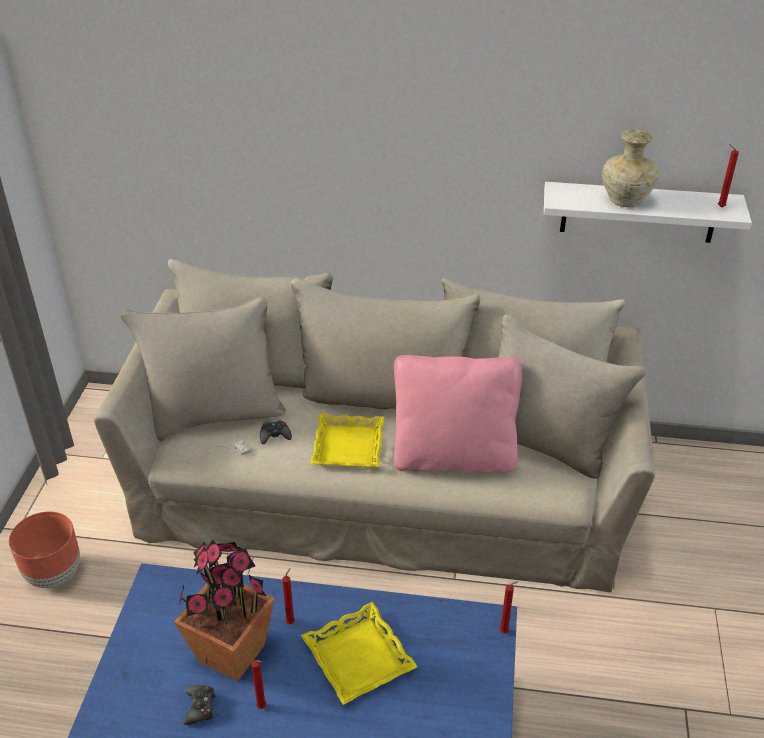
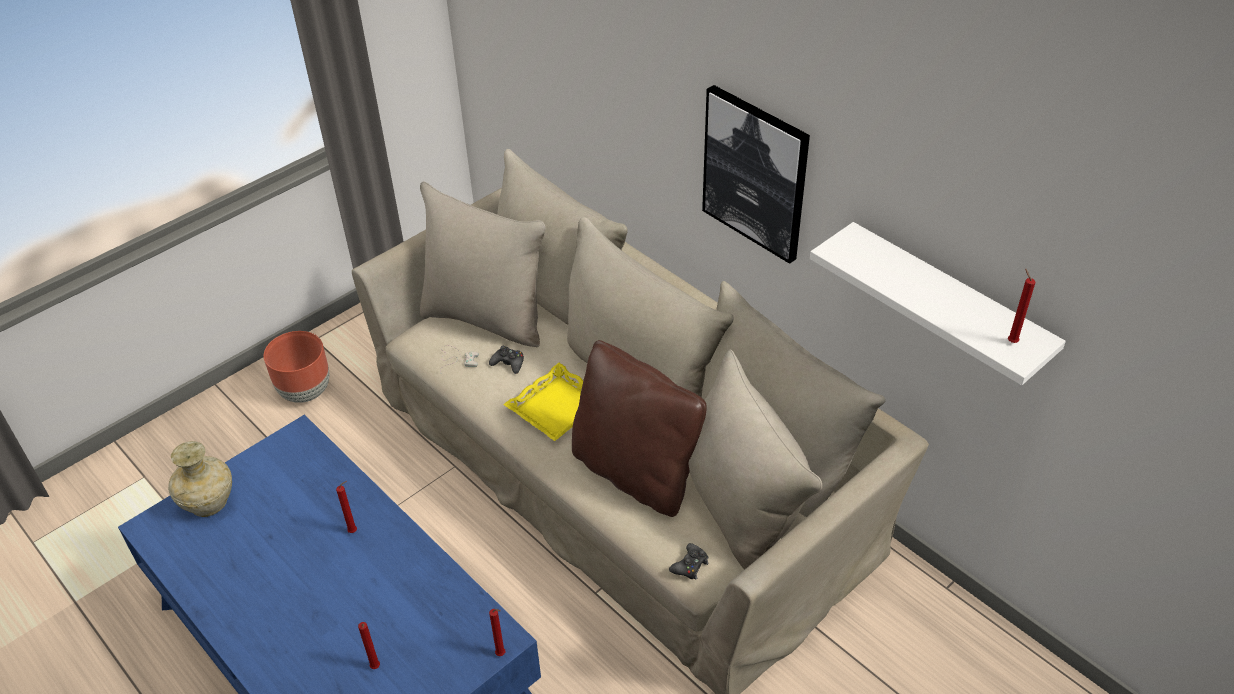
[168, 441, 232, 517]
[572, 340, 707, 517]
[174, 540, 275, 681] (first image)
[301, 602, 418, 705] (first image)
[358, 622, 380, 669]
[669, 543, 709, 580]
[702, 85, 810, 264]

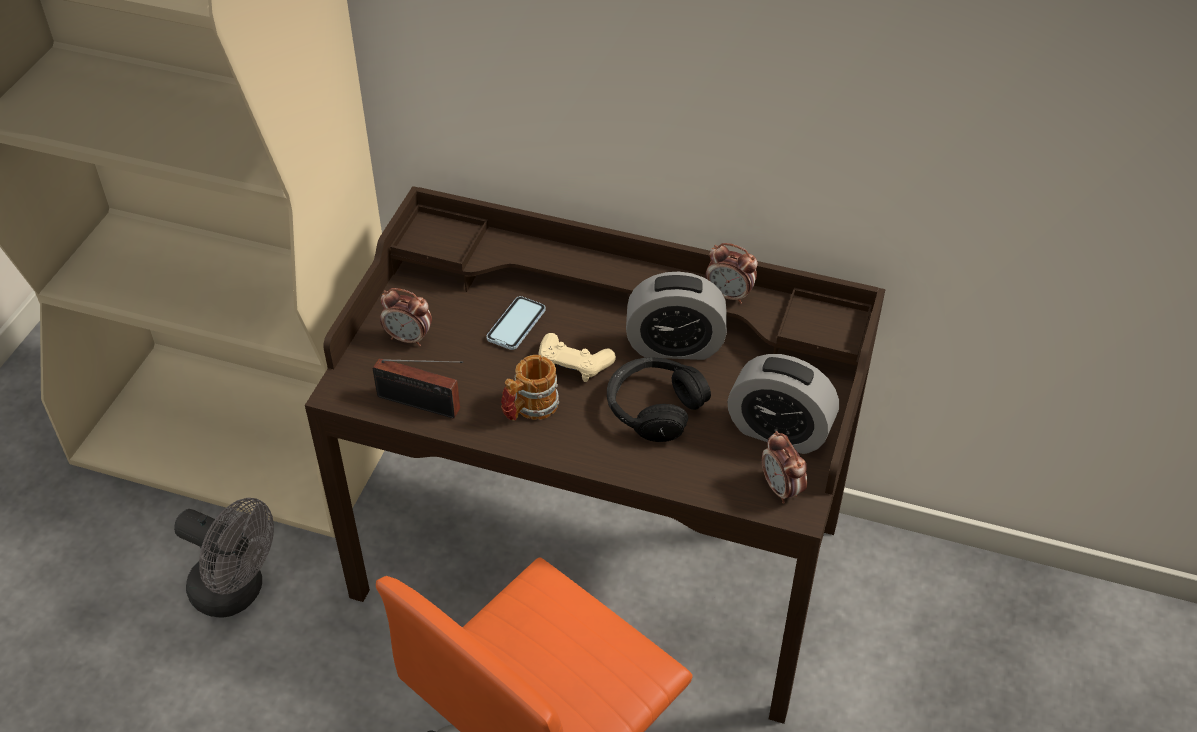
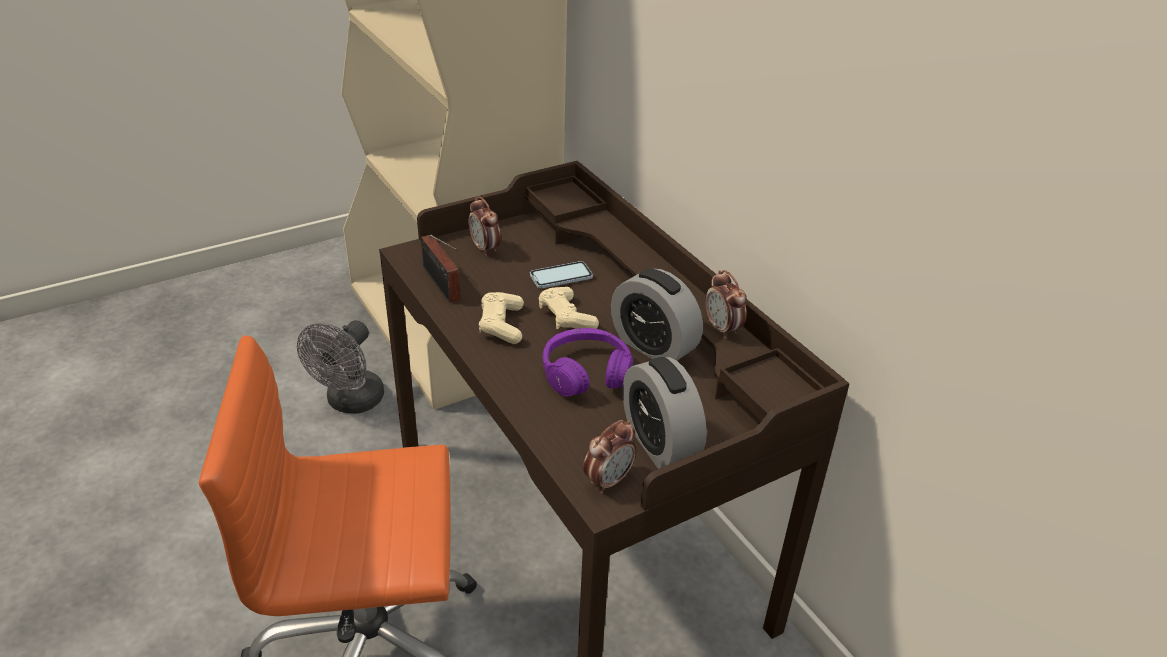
[479, 292, 524, 344]
[542, 328, 633, 397]
[583, 420, 636, 494]
[297, 320, 384, 414]

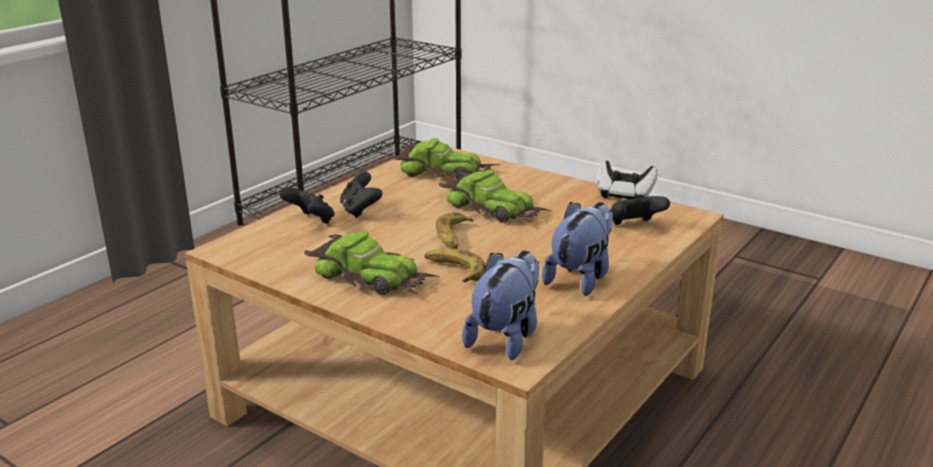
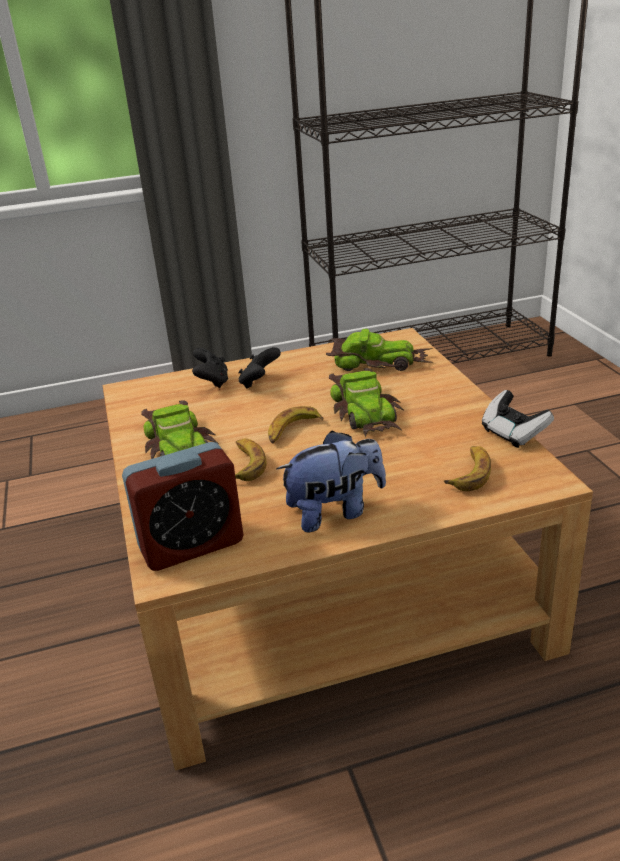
[326, 329, 433, 371]
[444, 446, 491, 491]
[122, 442, 243, 571]

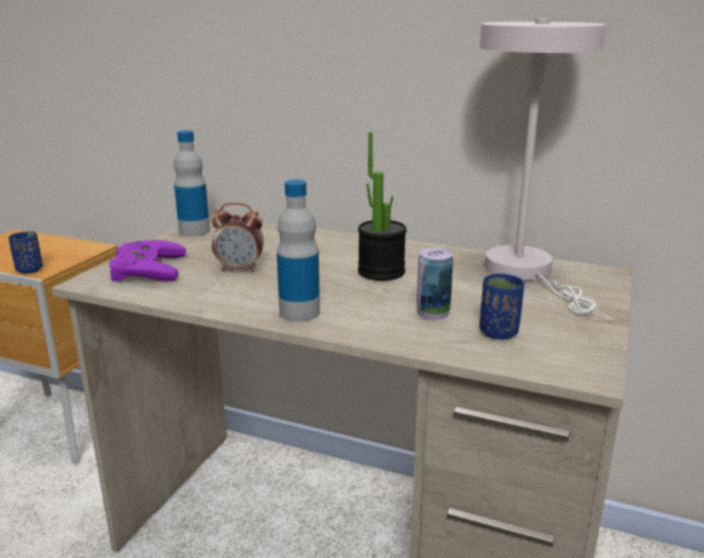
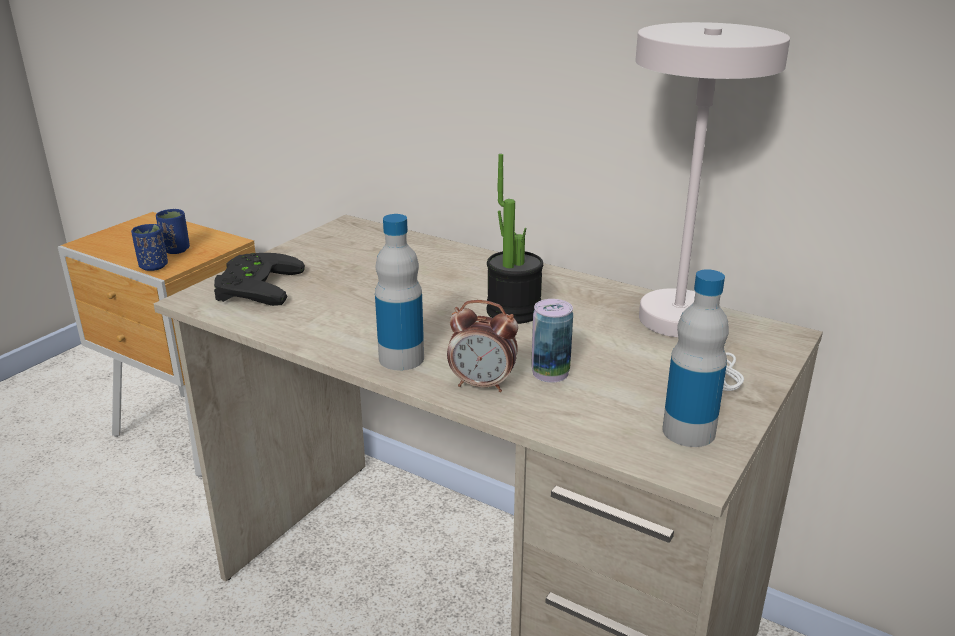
[662, 269, 729, 447]
[447, 300, 518, 392]
[214, 253, 305, 306]
[156, 209, 190, 254]

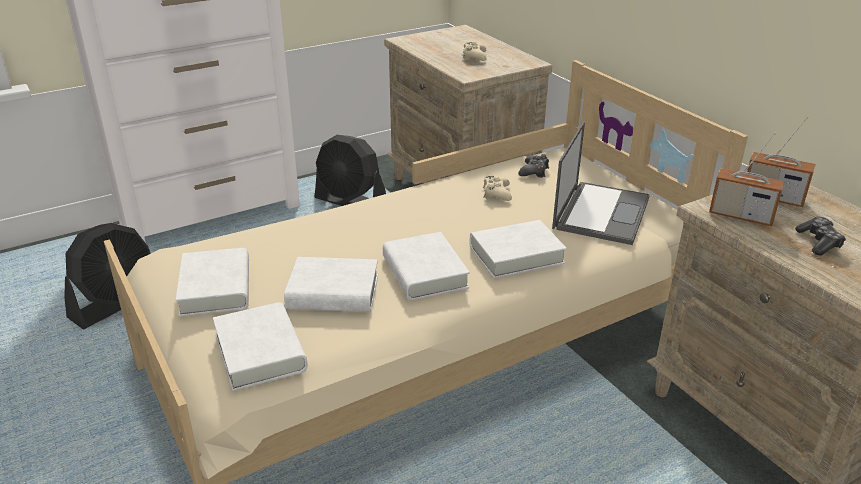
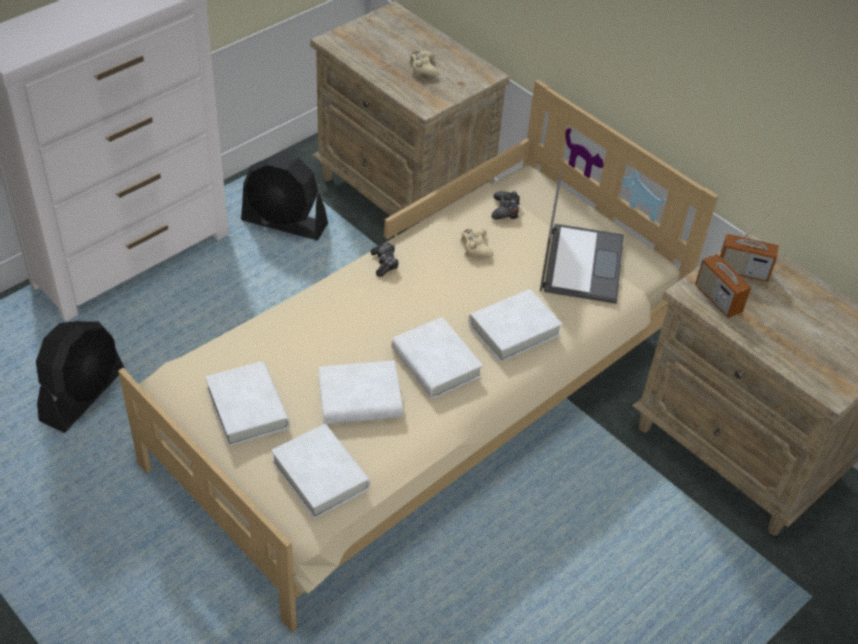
[695, 245, 753, 318]
[370, 242, 399, 277]

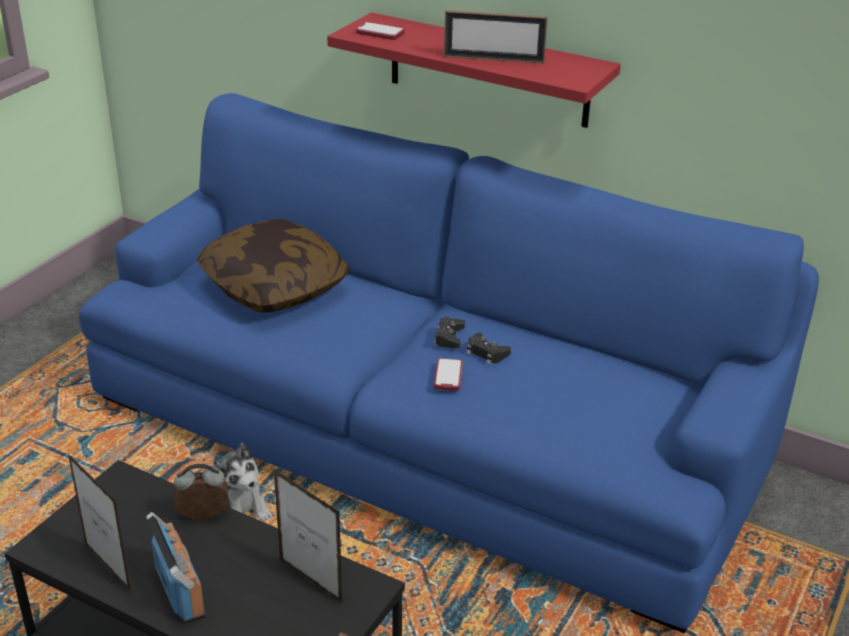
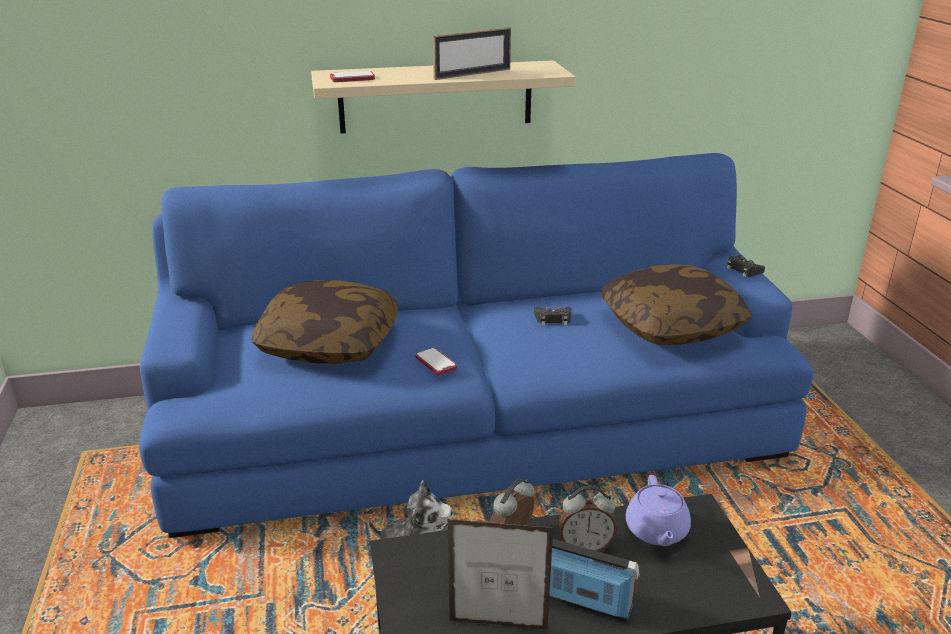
[311, 60, 575, 133]
[727, 255, 765, 277]
[415, 348, 457, 375]
[626, 475, 691, 546]
[600, 264, 752, 345]
[558, 486, 617, 552]

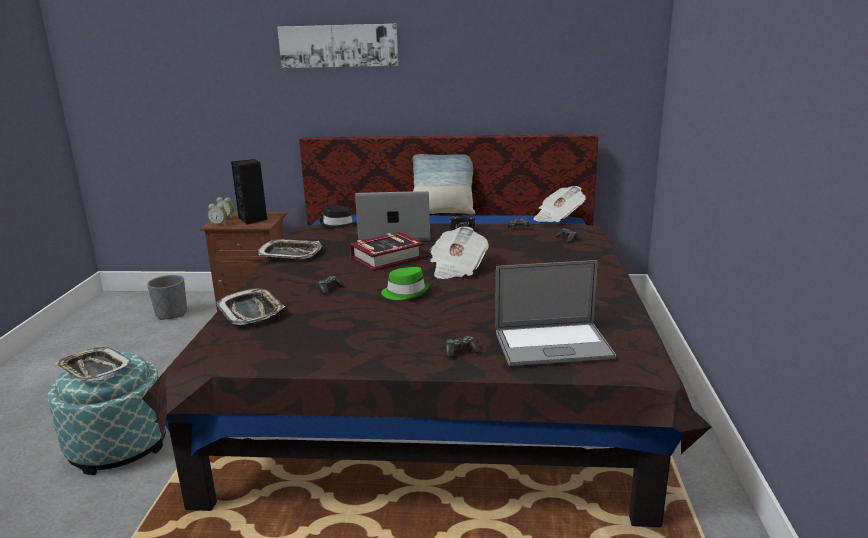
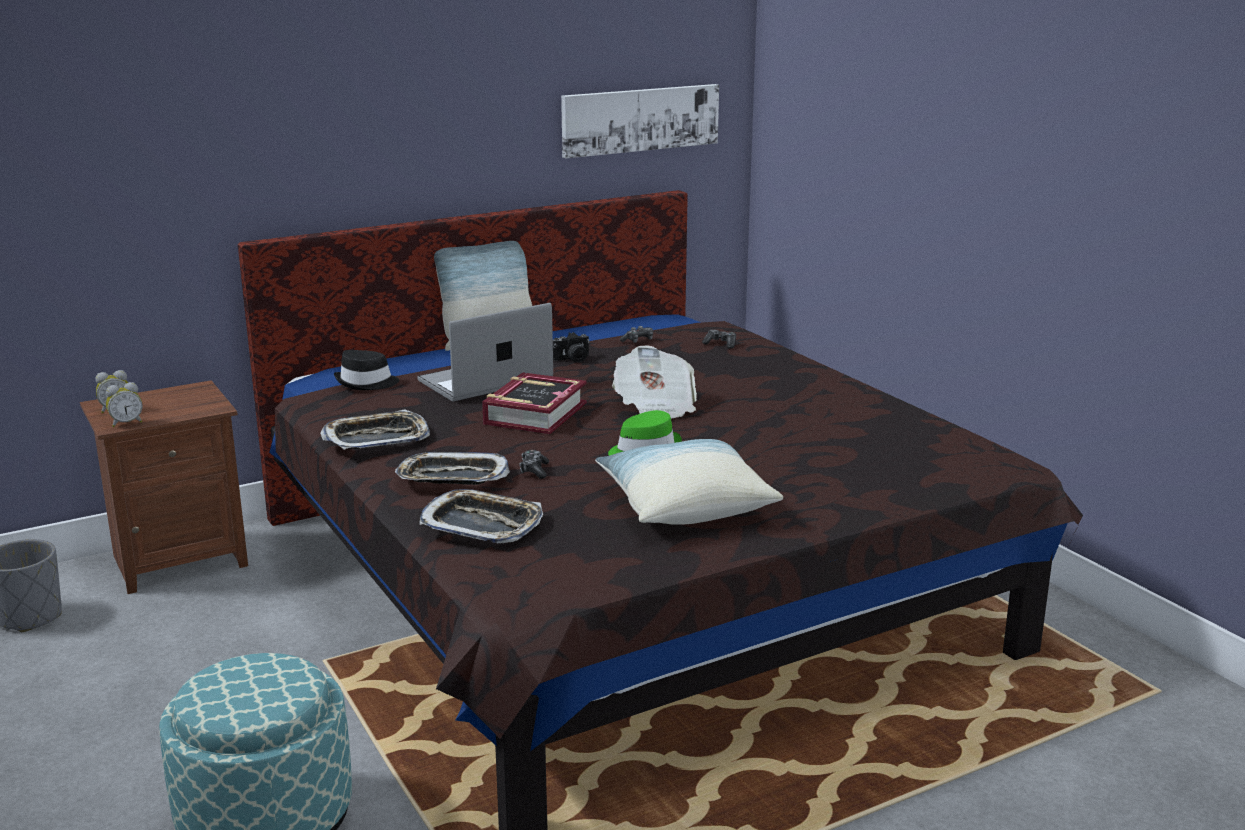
[561, 84, 719, 158]
[231, 159, 267, 225] (first image)
[533, 186, 586, 222] (first image)
[495, 260, 616, 366] (first image)
[445, 336, 480, 358] (first image)
[395, 452, 510, 485]
[595, 439, 783, 525]

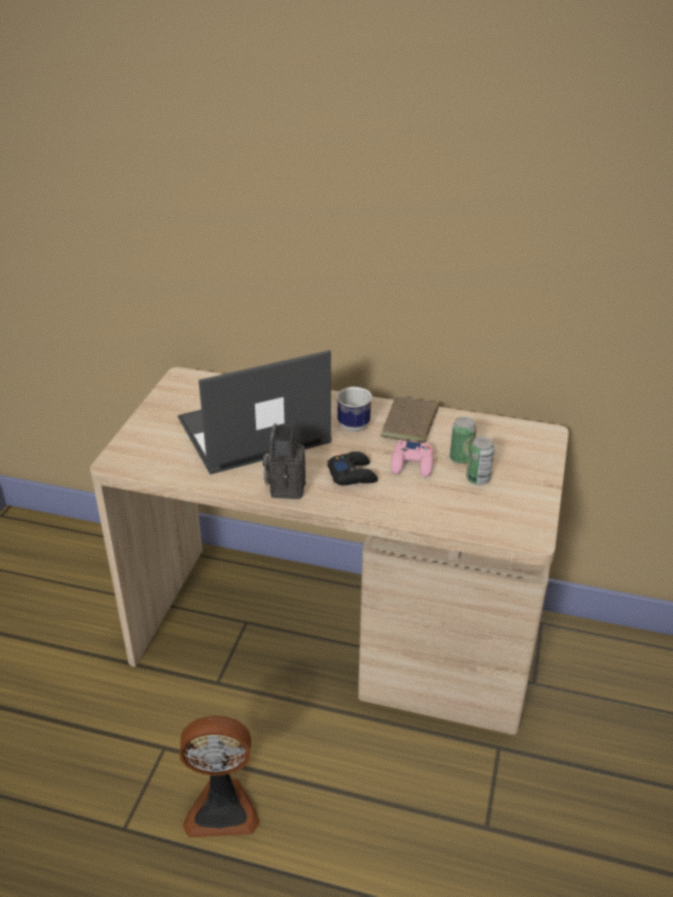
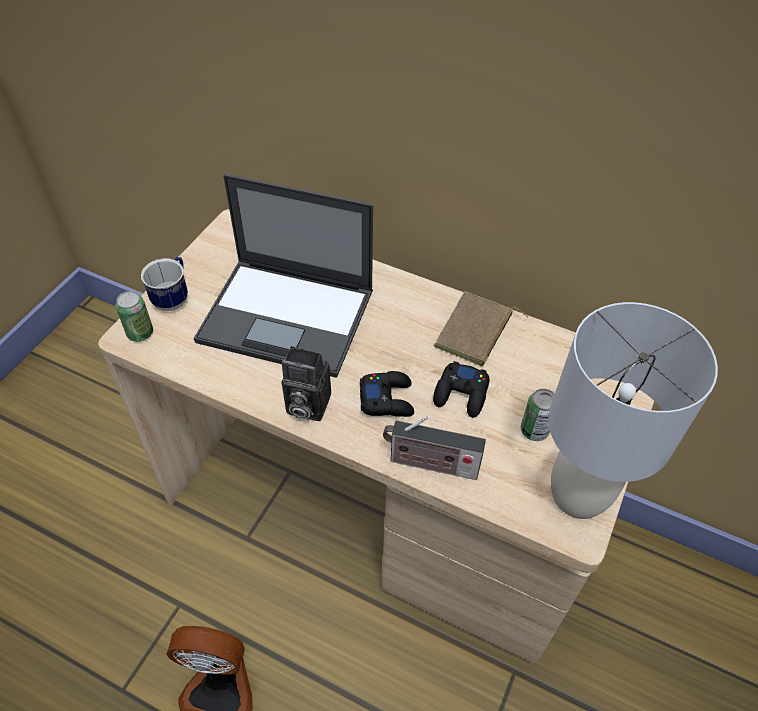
[193, 174, 373, 378]
[141, 257, 188, 311]
[116, 291, 153, 342]
[282, 346, 331, 421]
[433, 361, 489, 418]
[548, 302, 718, 519]
[383, 416, 486, 480]

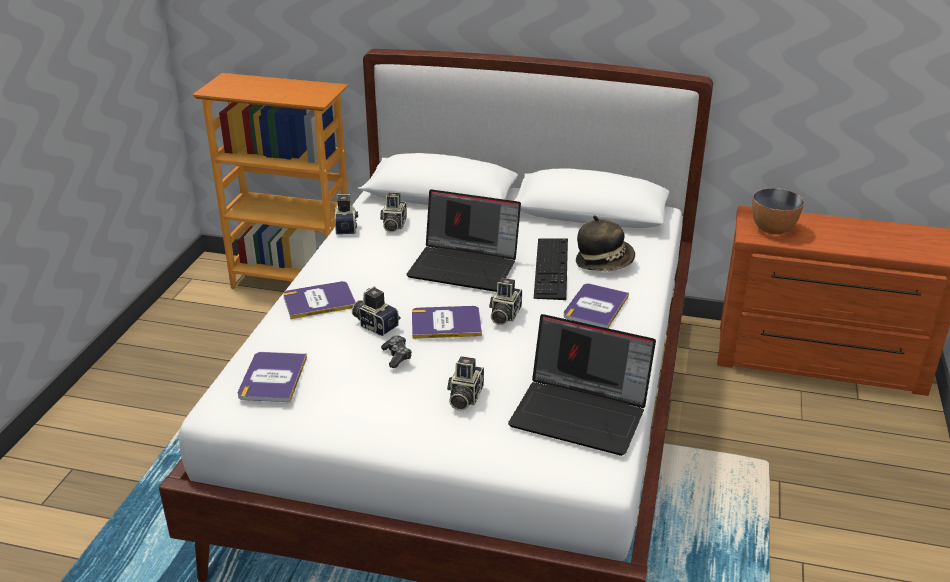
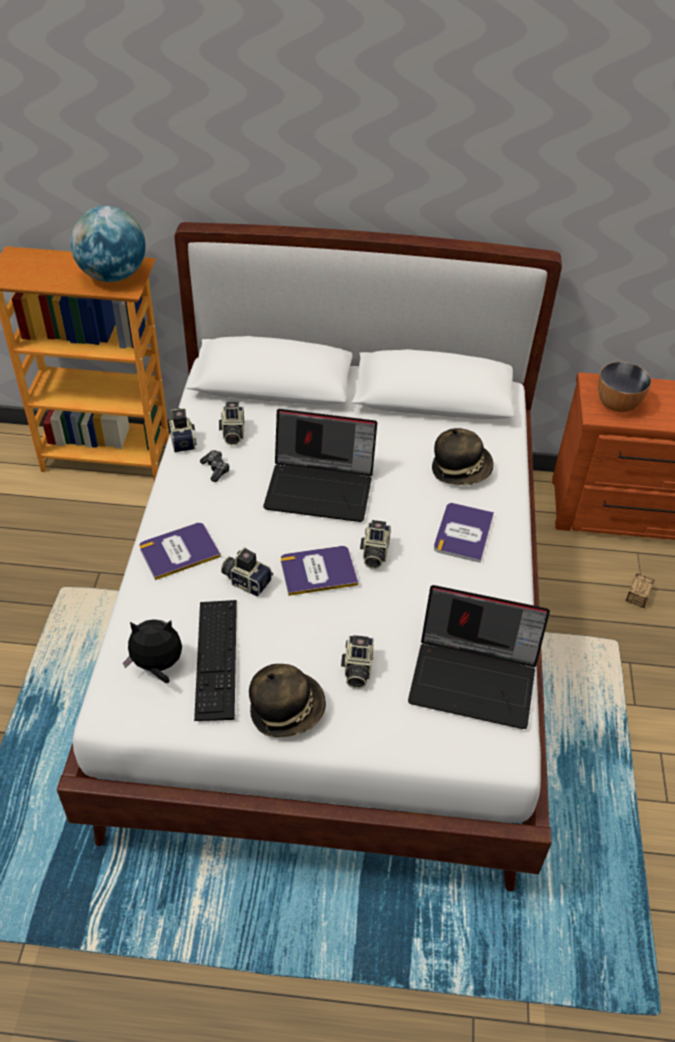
[194, 600, 237, 721]
[200, 450, 230, 482]
[123, 619, 182, 683]
[70, 206, 146, 282]
[626, 573, 654, 608]
[249, 664, 326, 737]

